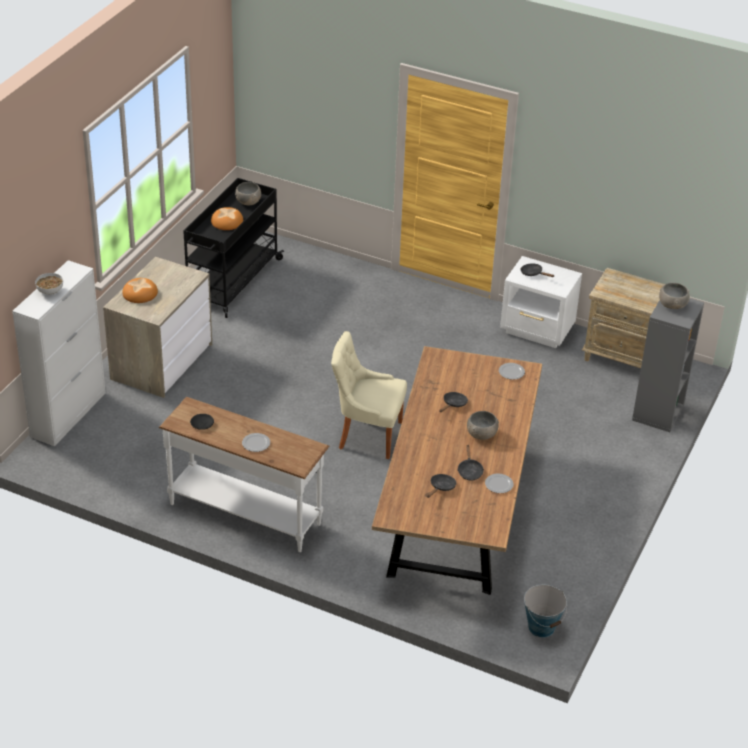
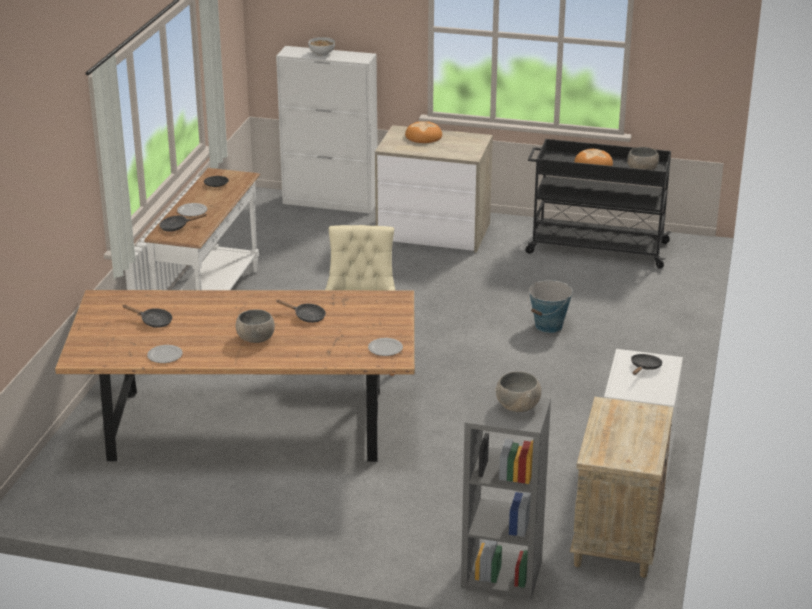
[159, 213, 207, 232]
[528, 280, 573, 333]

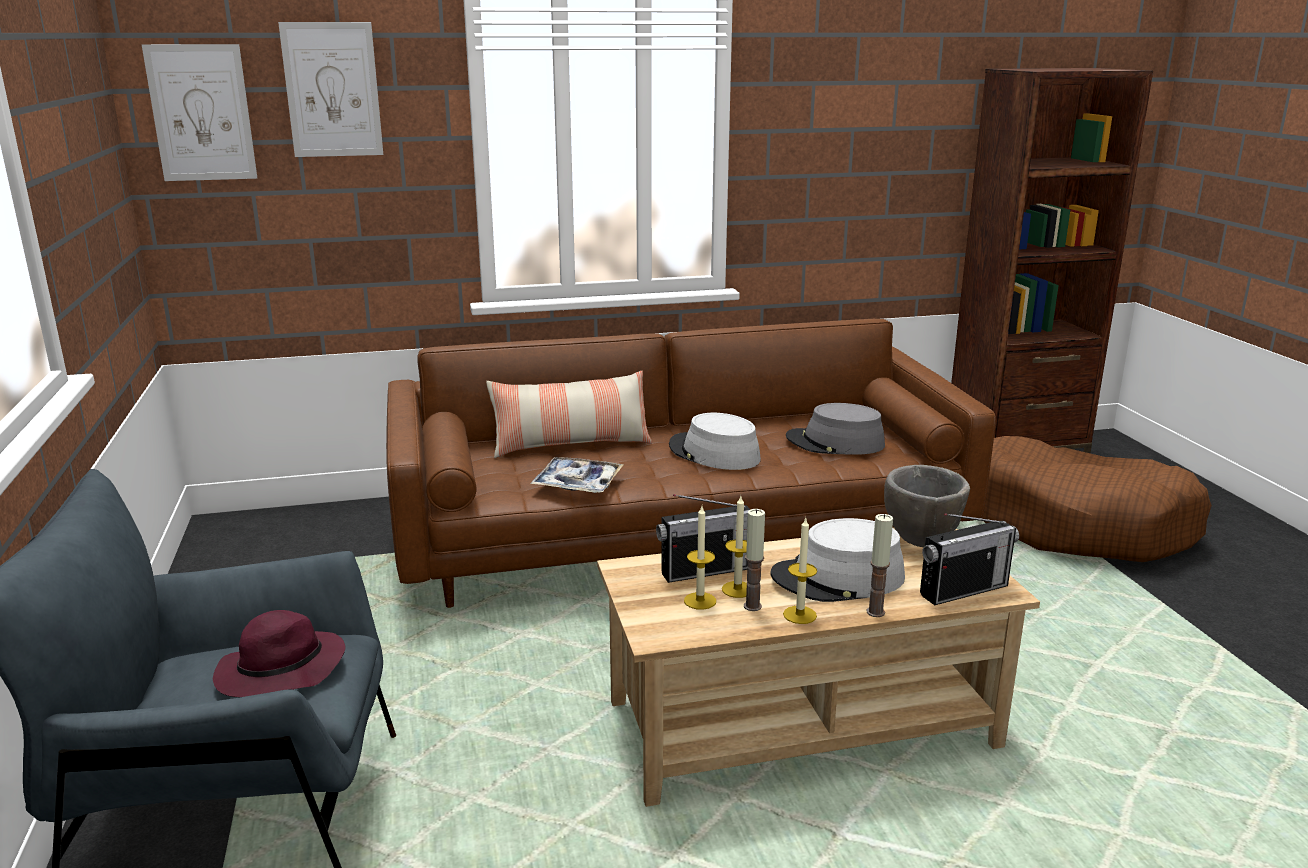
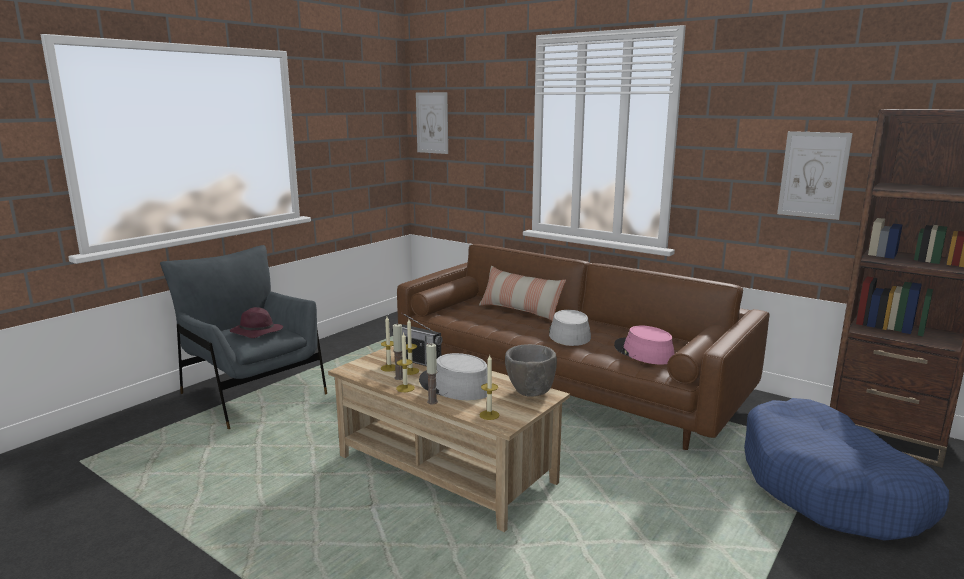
[777, 131, 853, 220]
[614, 326, 674, 365]
[744, 398, 949, 541]
[530, 457, 624, 493] (first image)
[479, 355, 500, 420]

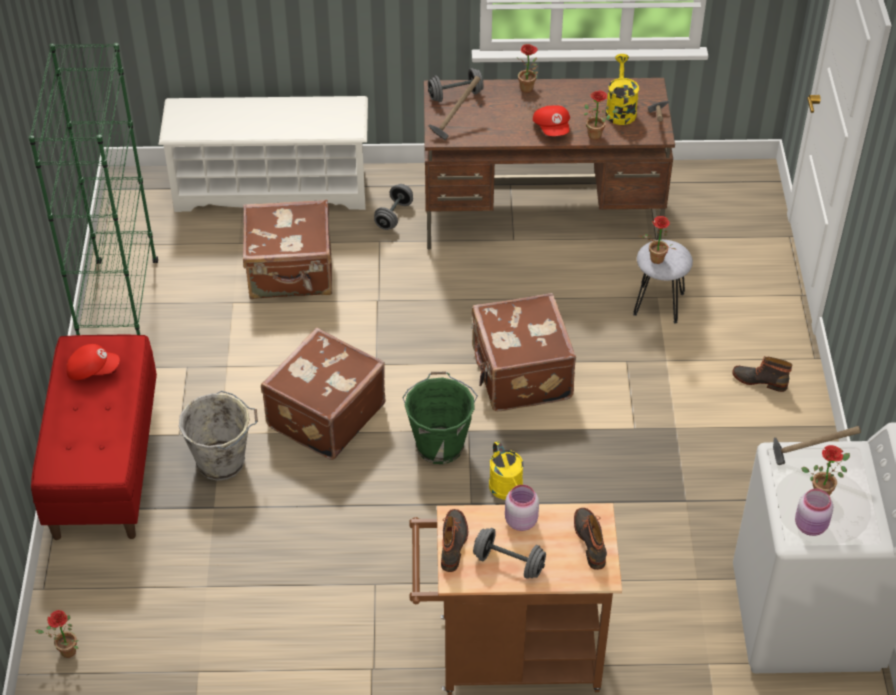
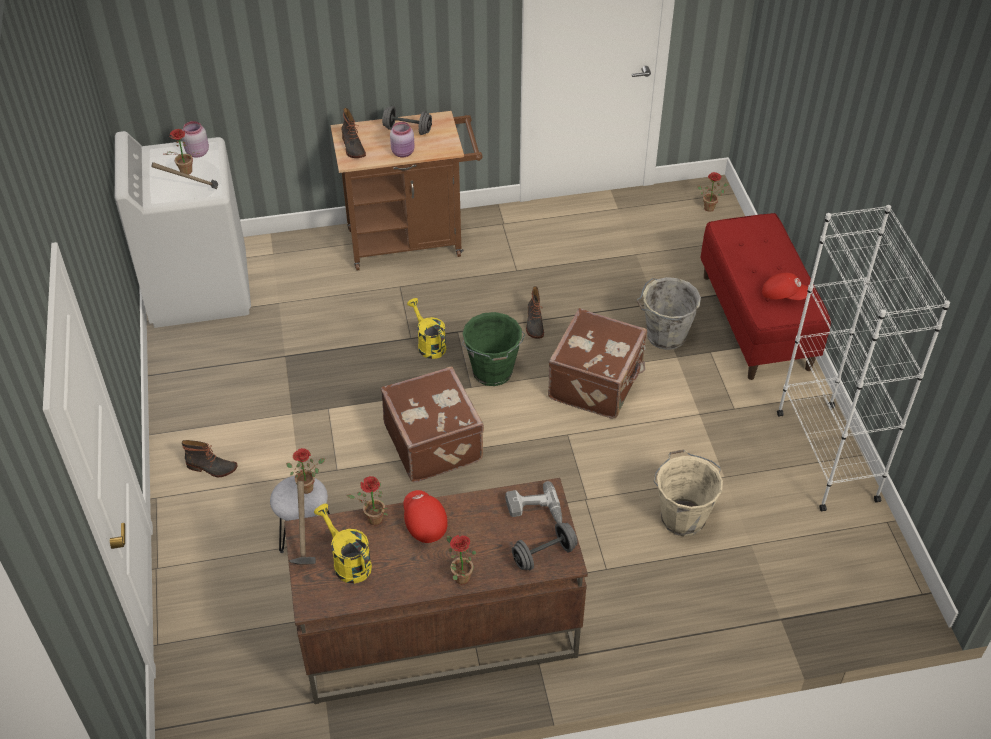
[777, 205, 950, 512]
[314, 504, 372, 584]
[505, 481, 562, 523]
[158, 96, 368, 212] (first image)
[374, 184, 413, 230] (first image)
[654, 450, 723, 537]
[762, 273, 808, 300]
[526, 286, 544, 339]

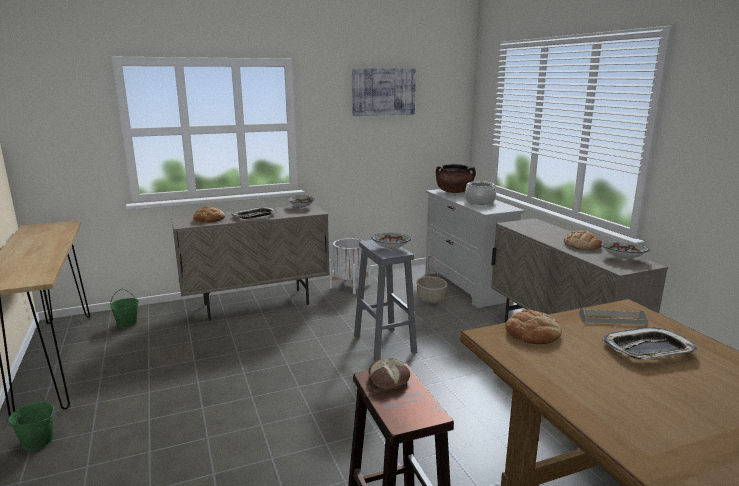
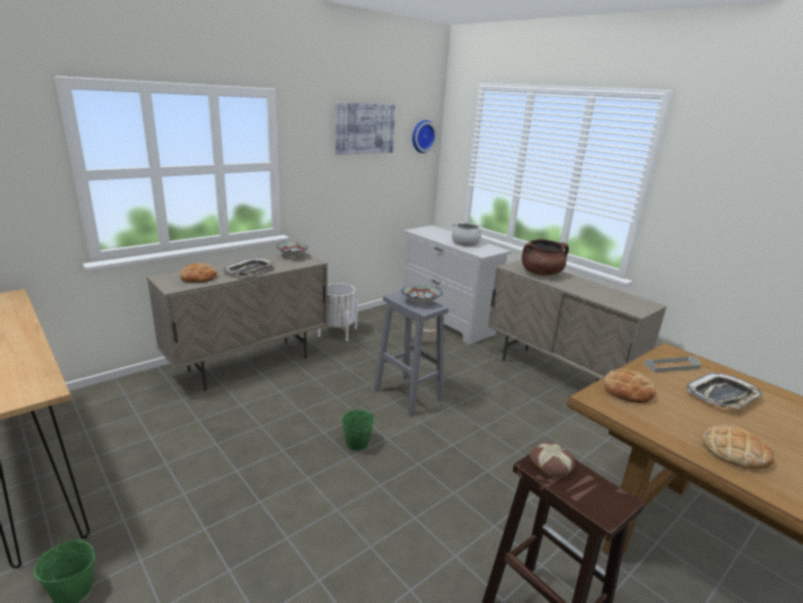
[522, 239, 569, 276]
[703, 425, 774, 469]
[601, 241, 650, 259] (first image)
[342, 403, 374, 451]
[412, 120, 437, 153]

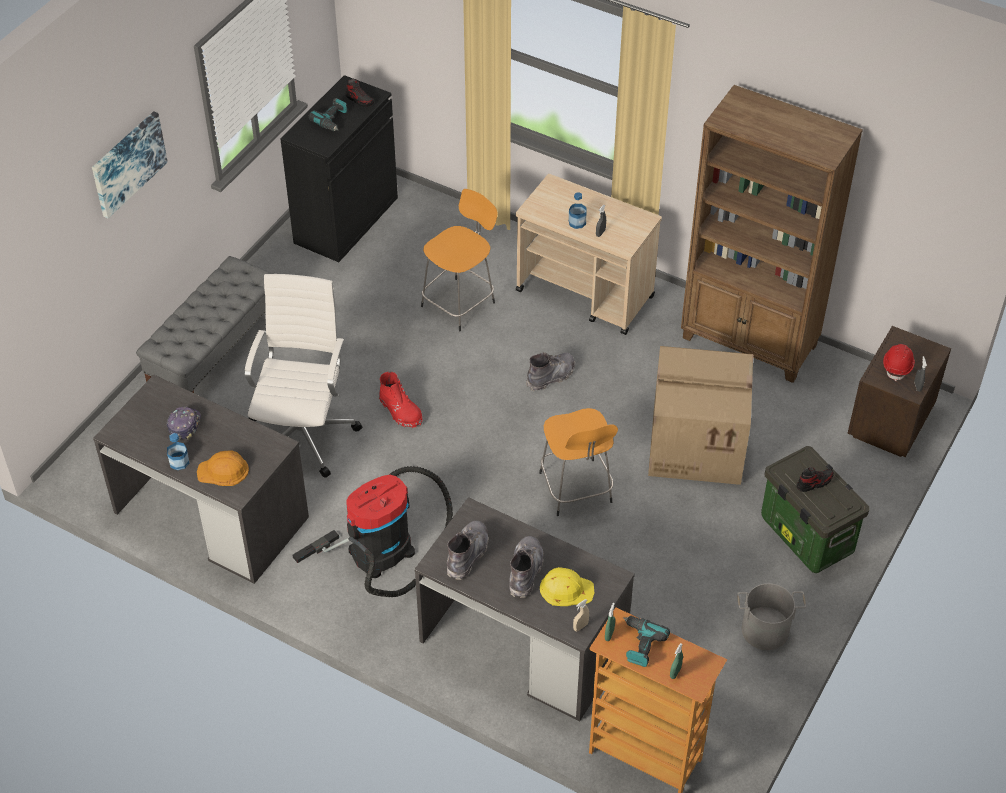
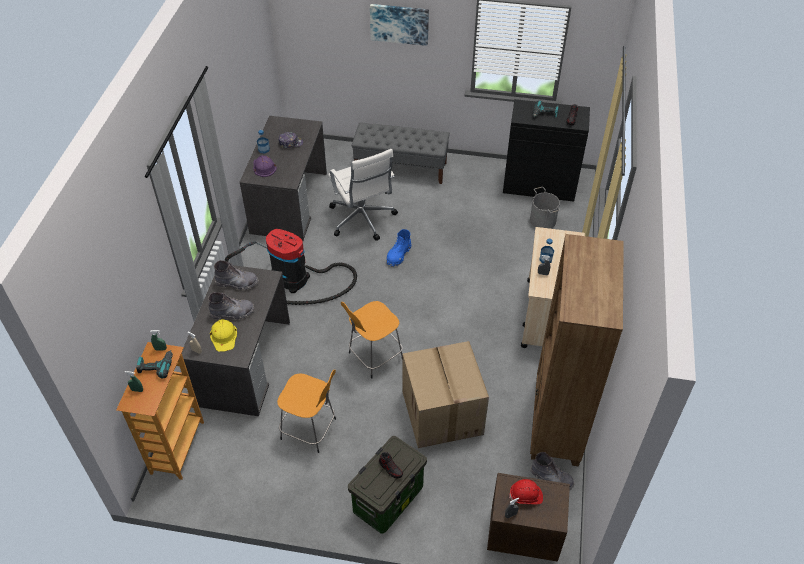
[277, 370, 336, 453]
[328, 149, 398, 241]
[530, 452, 574, 491]
[387, 229, 411, 267]
[253, 155, 277, 177]
[530, 187, 560, 229]

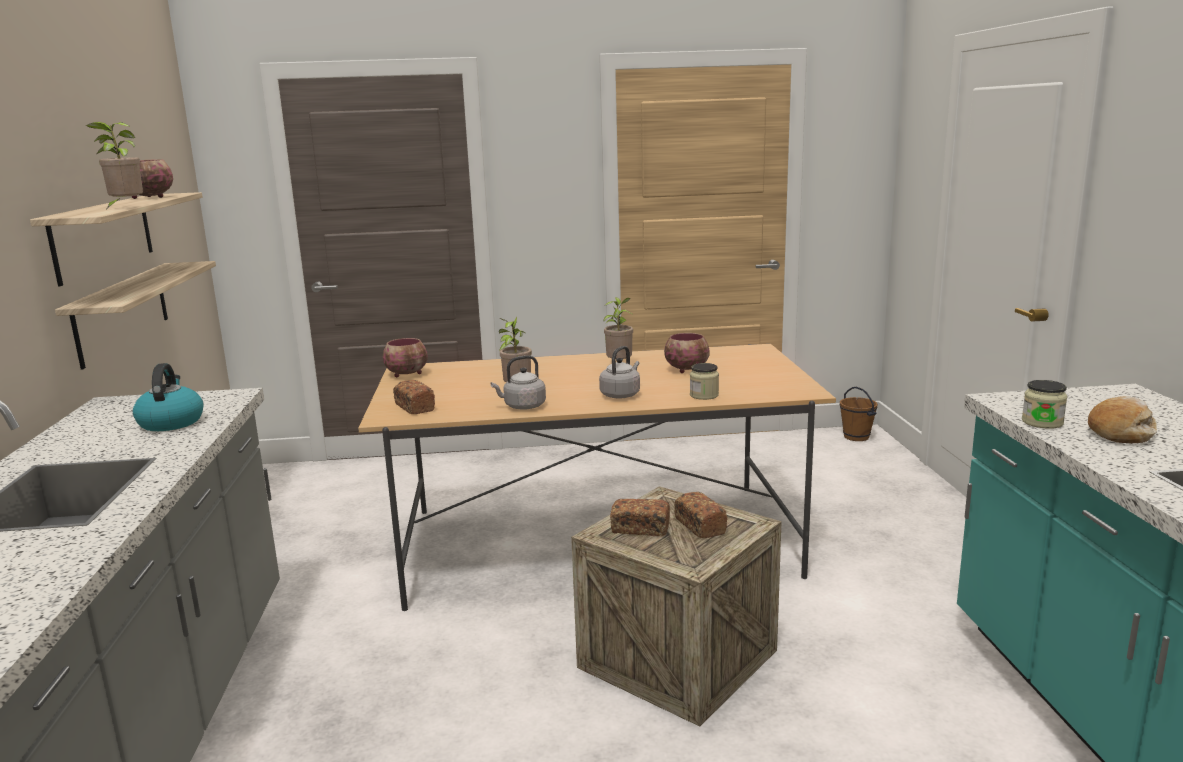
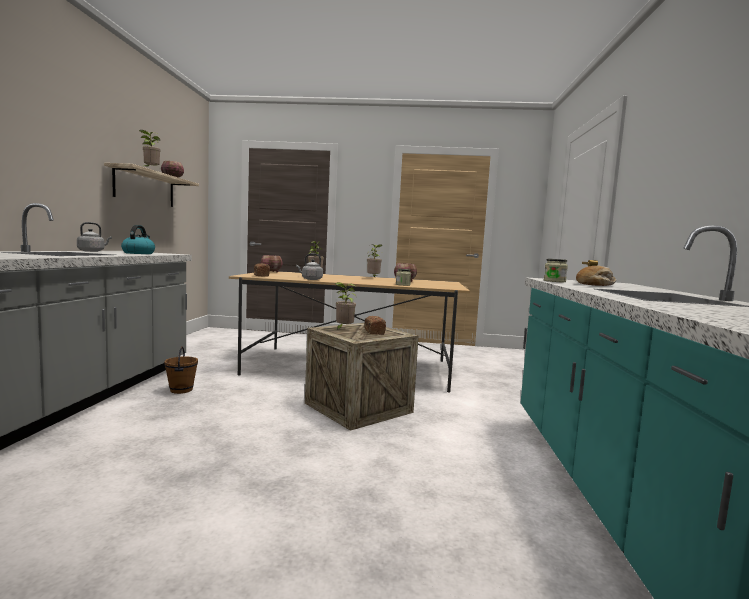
[55, 261, 216, 369] (first image)
[77, 222, 112, 252]
[164, 346, 198, 394]
[335, 282, 357, 331]

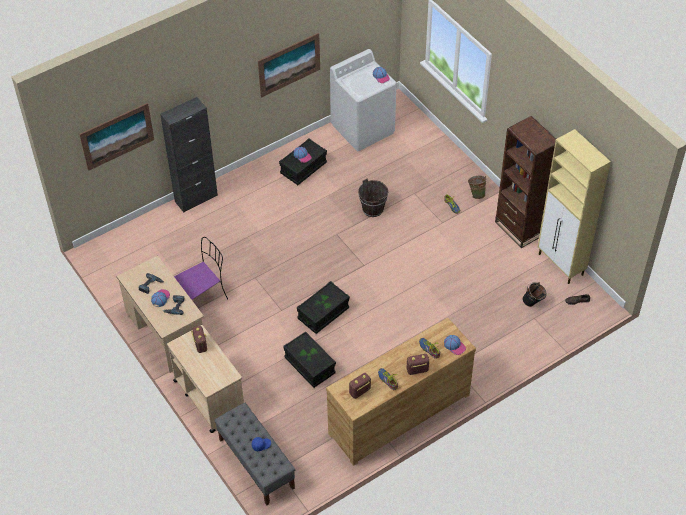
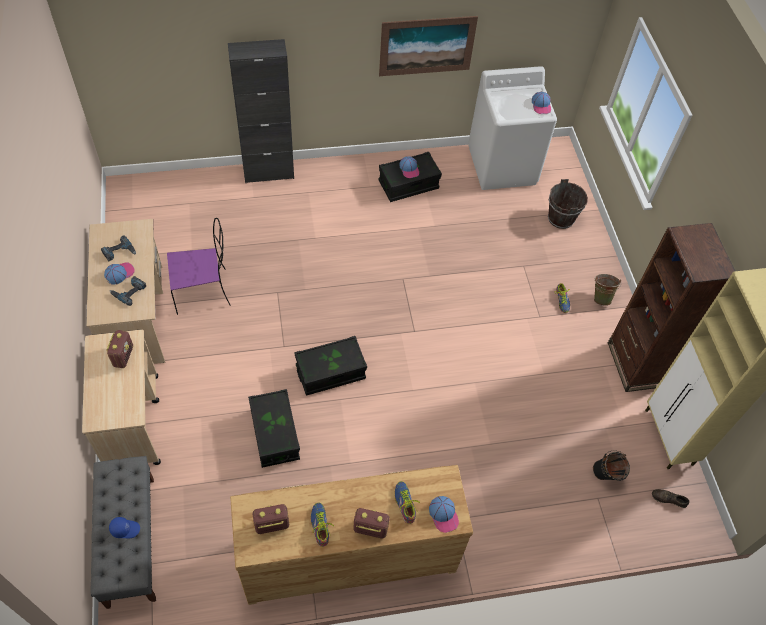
[79, 103, 154, 171] (first image)
[548, 179, 588, 229]

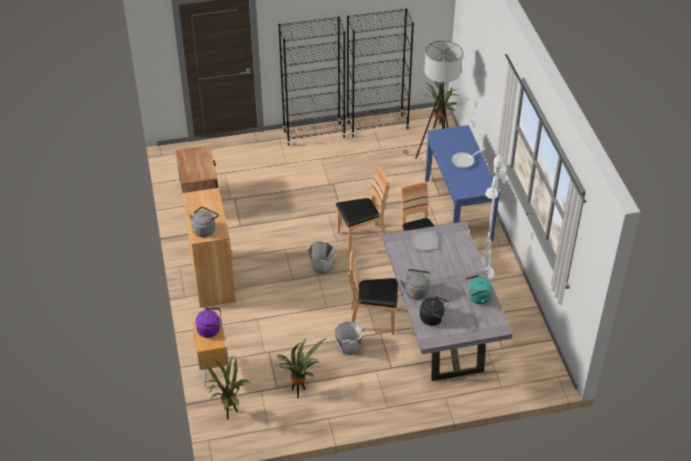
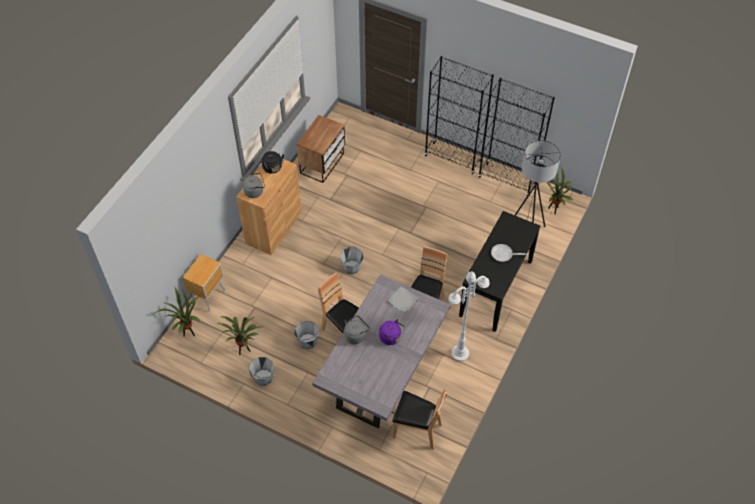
[459, 211, 541, 332]
[392, 388, 447, 449]
[465, 275, 493, 304] (first image)
[262, 151, 284, 174]
[379, 319, 405, 345]
[249, 357, 274, 386]

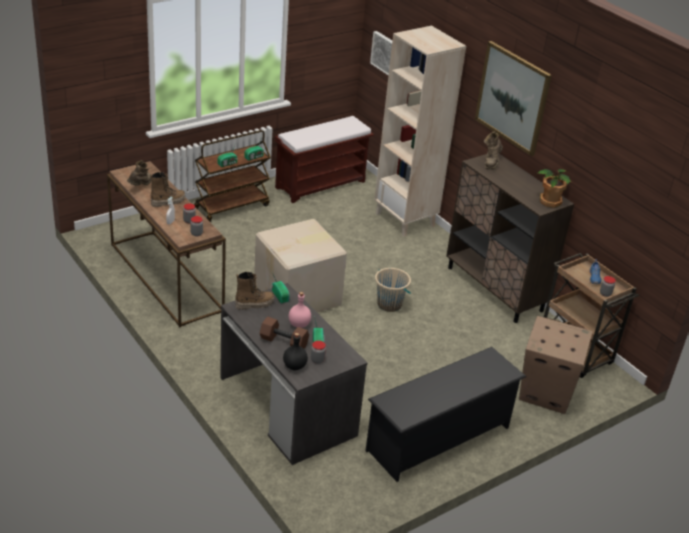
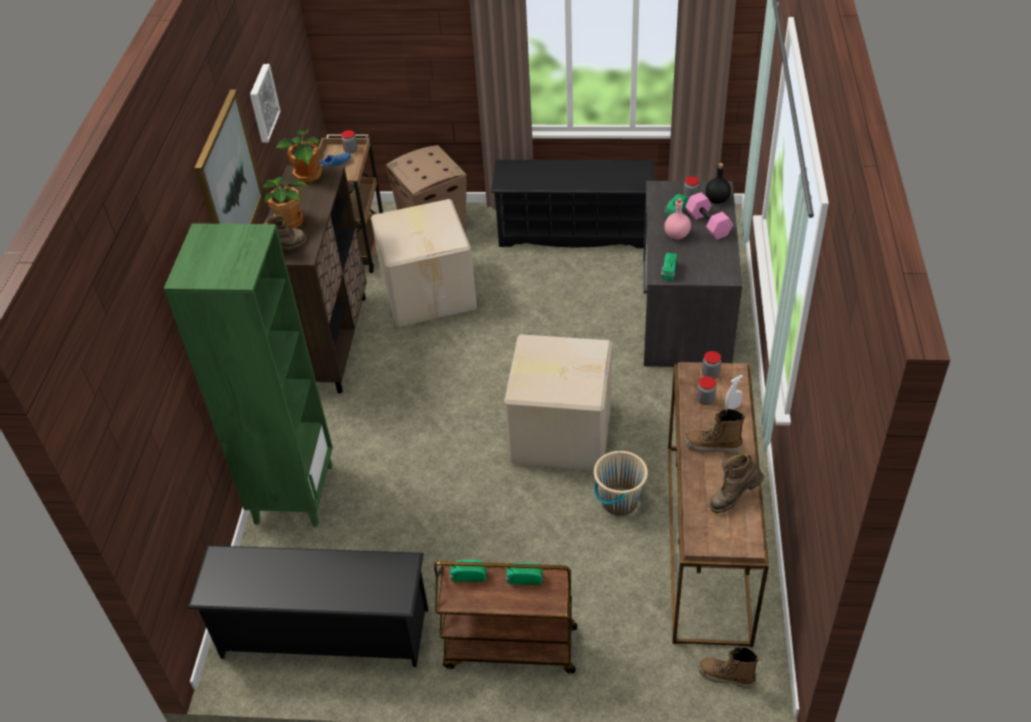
[163, 223, 333, 527]
[250, 64, 281, 142]
[188, 545, 428, 667]
[594, 449, 648, 516]
[698, 647, 759, 689]
[685, 192, 733, 240]
[263, 177, 308, 229]
[371, 199, 477, 327]

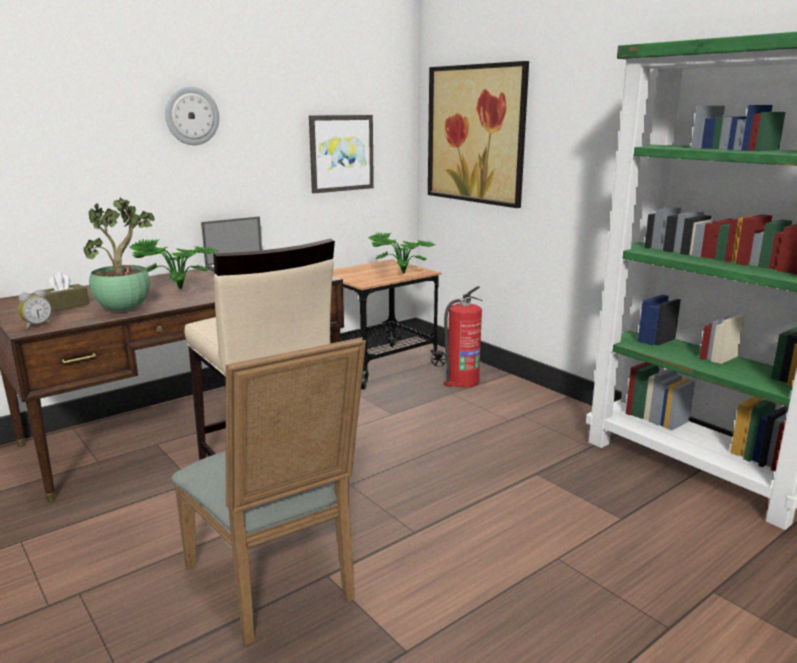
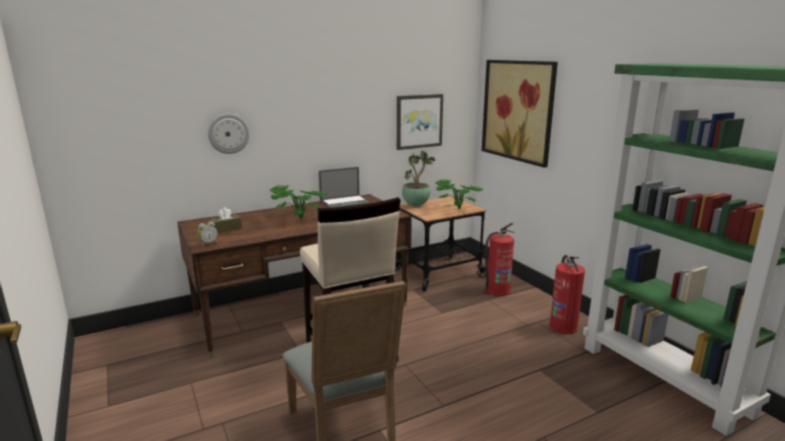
[208, 113, 250, 154]
[402, 150, 435, 206]
[549, 255, 585, 334]

